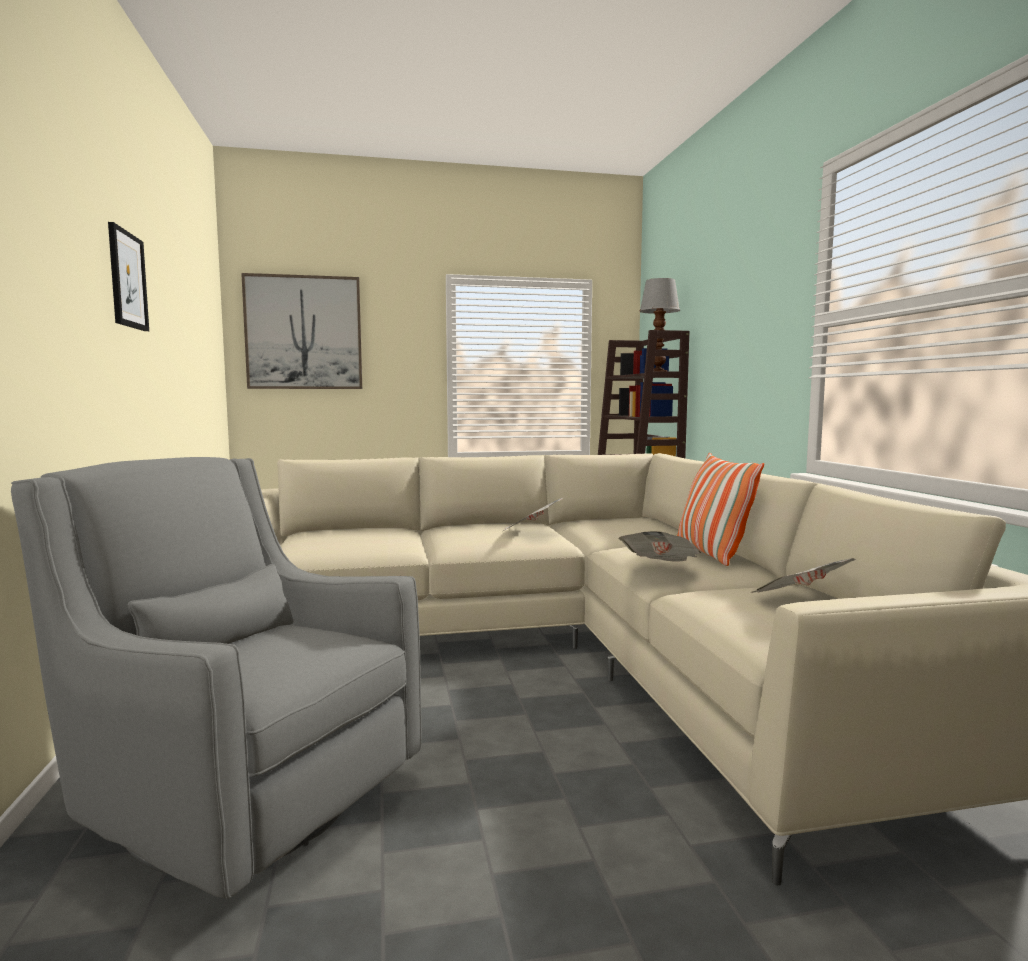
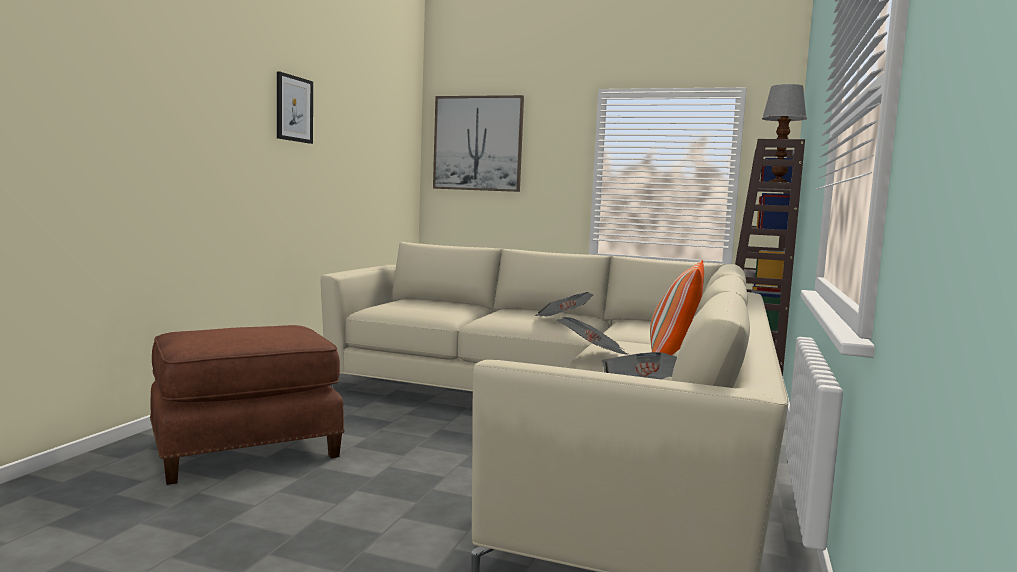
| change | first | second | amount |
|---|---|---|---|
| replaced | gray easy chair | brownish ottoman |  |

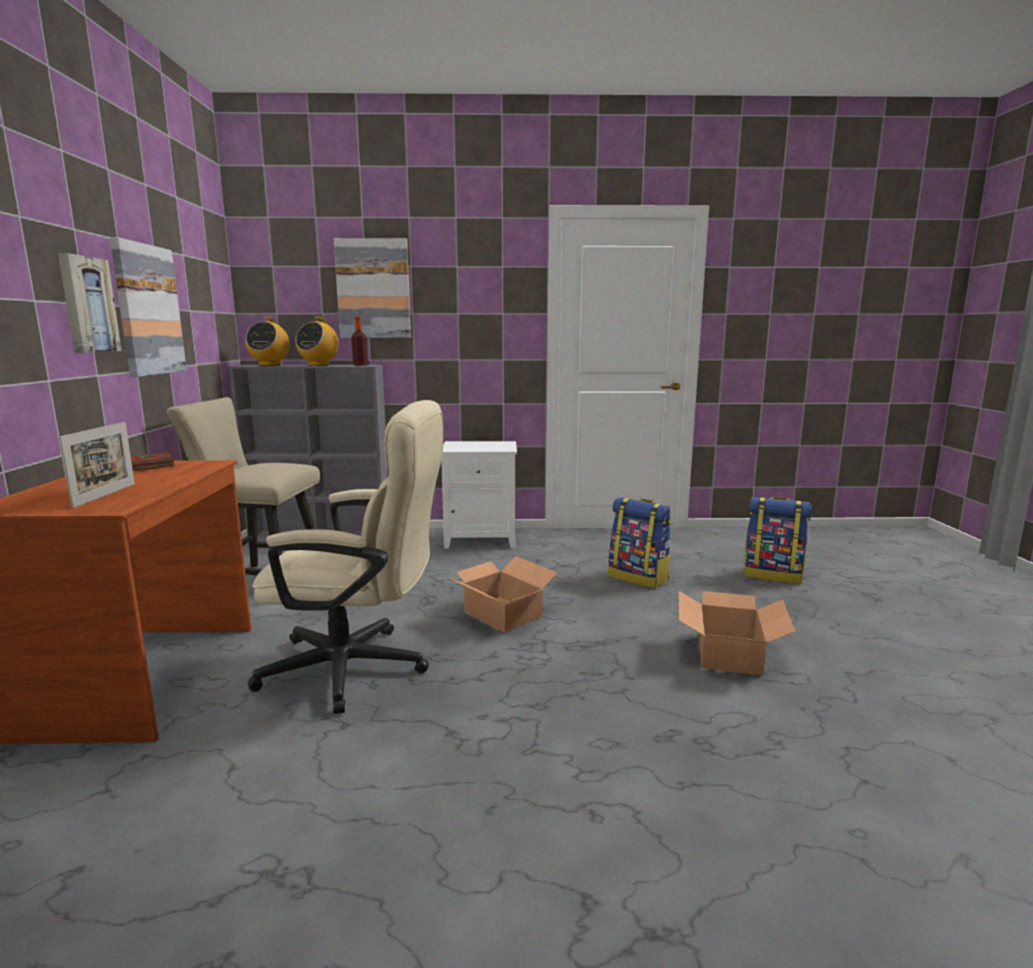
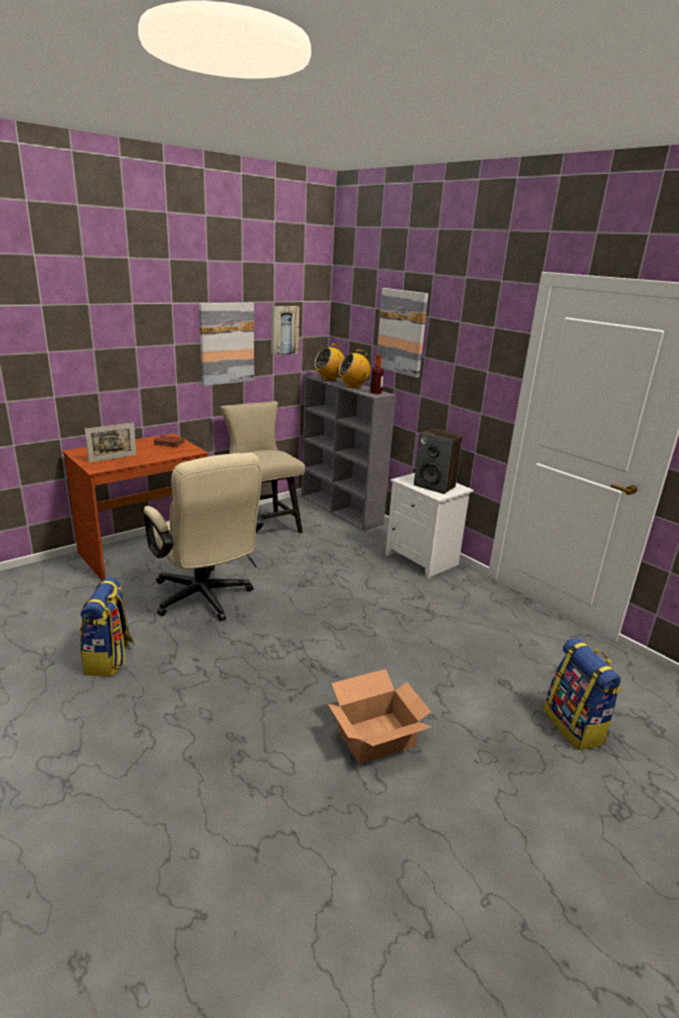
| change | first | second | amount |
|---|---|---|---|
| removed | cardboard box (1st from left) |  |  |
| added |  | speaker |  |
| moved | wall picture (1st from left in the first image) | wall picture (2nd from left) |  |
| moved | rucksack (1st from left) |  |  |

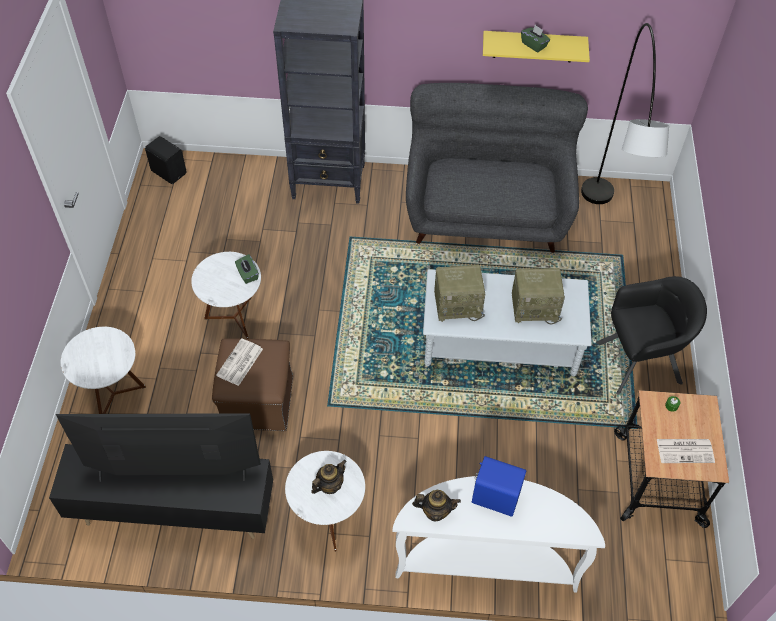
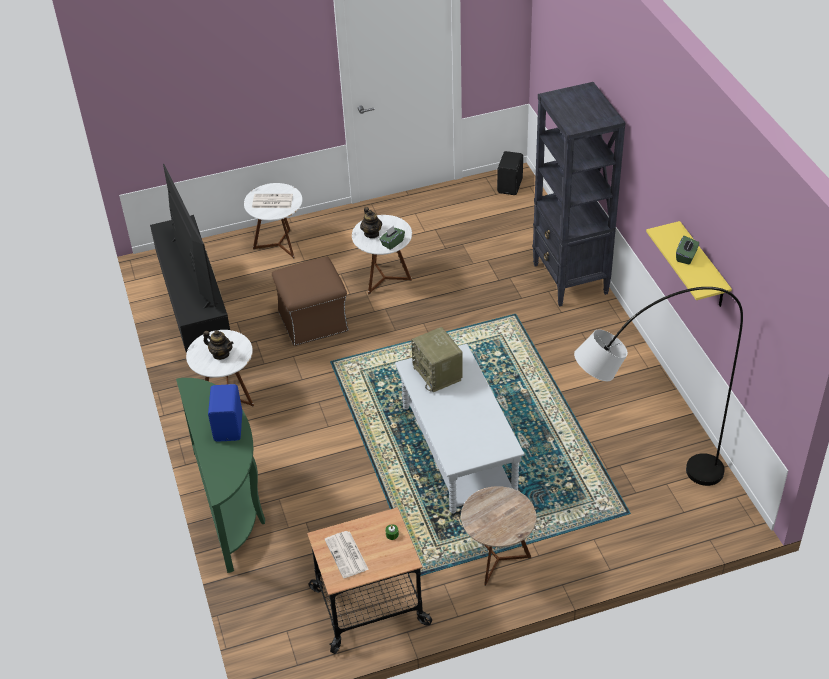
| change | first | second | amount |
|---|---|---|---|
| removed | gray sofa |  |  |
| removed | radio set (2nd from left) |  |  |
| moved | newspaper (1st from left) |  |  |
| moved | tea pot (2nd from left) |  |  |
| replaced | black easy chair | brownish accent table |  |
| recoloured | whitish console table | green-coloured console table |  |

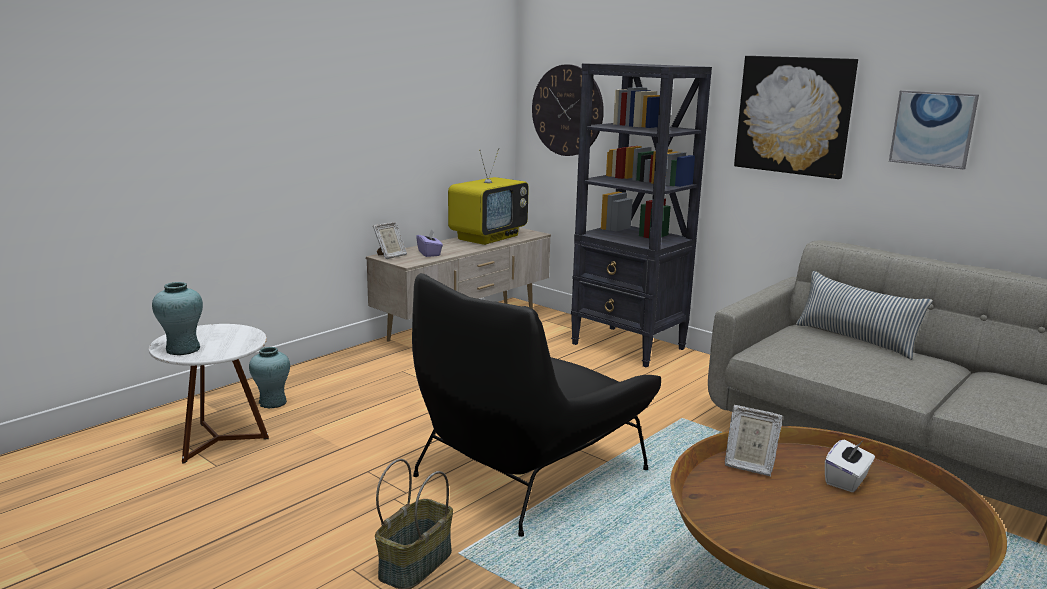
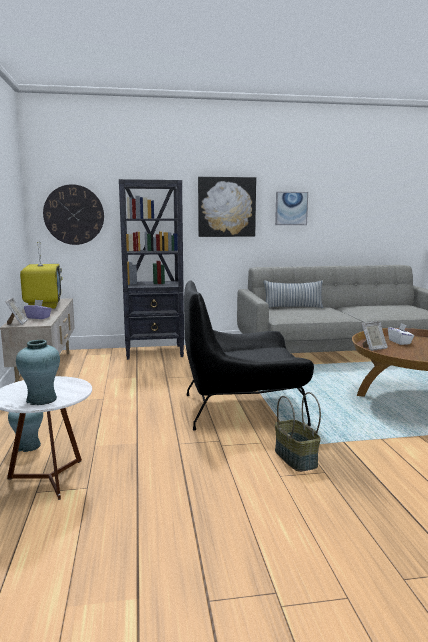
| change | first | second | amount |
|---|---|---|---|
| turned | black easy chair |  | 90 degrees clockwise |

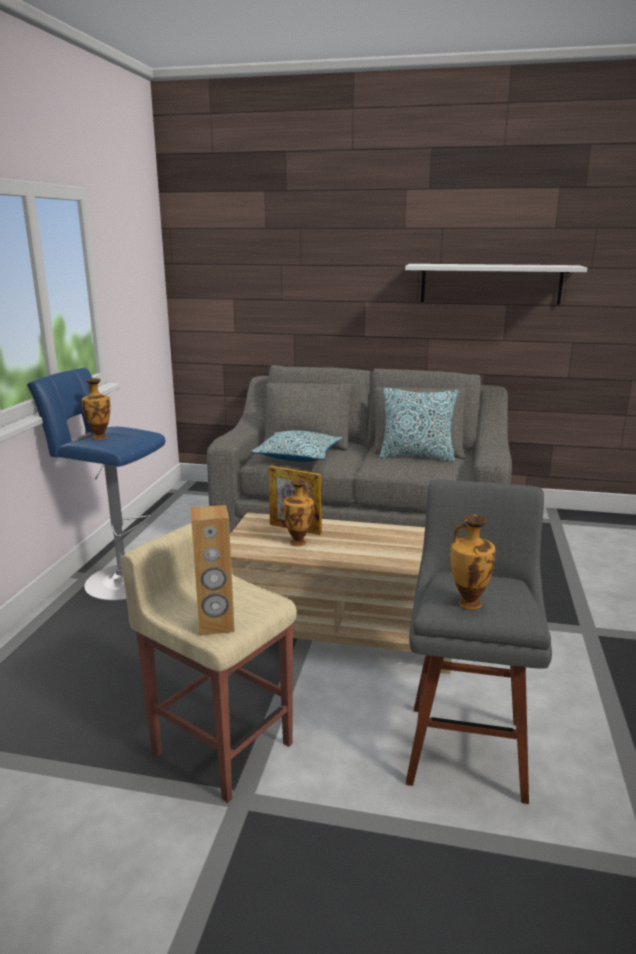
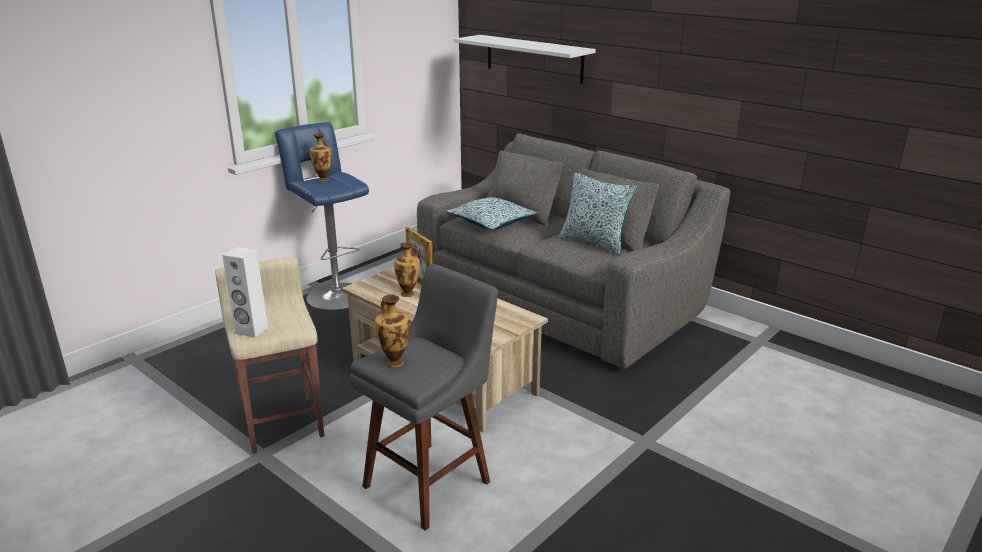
| change | first | second | amount |
|---|---|---|---|
| moved | whitish shelf |  |  |
| recoloured | brownish speaker | whitish speaker |  |

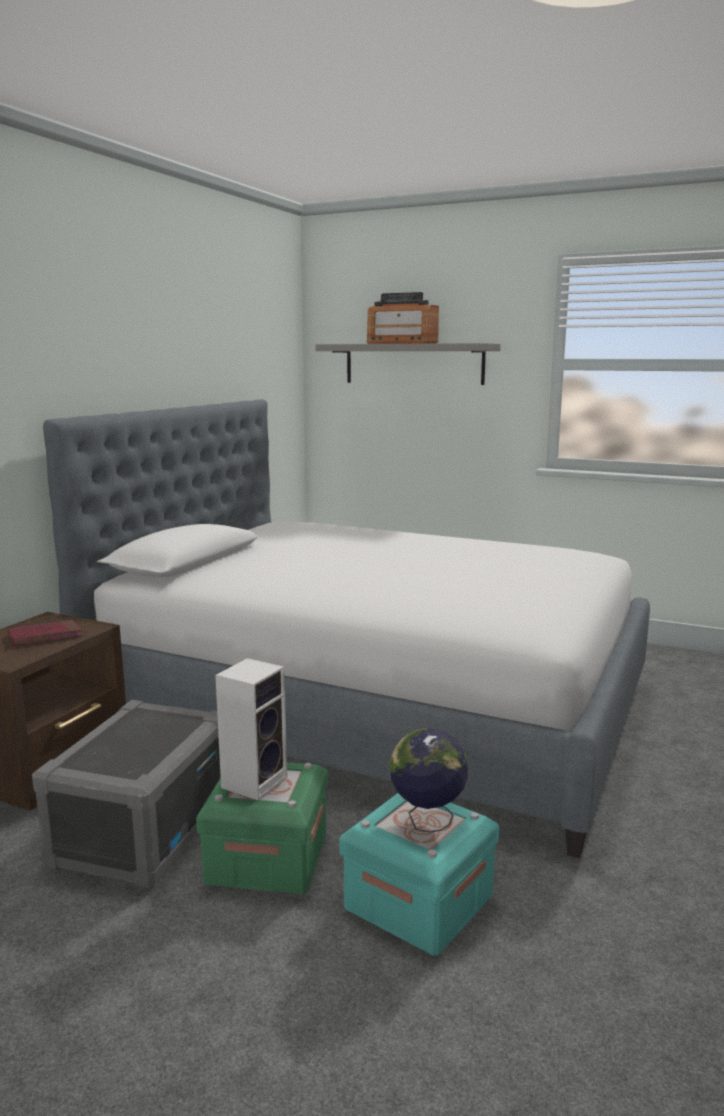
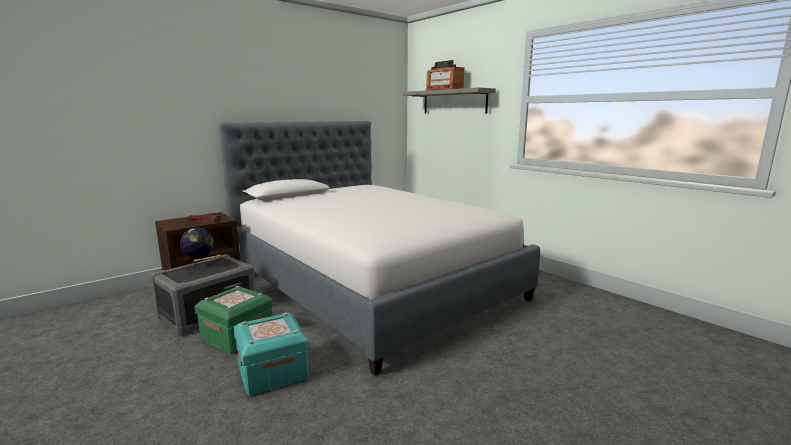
| change | first | second | amount |
|---|---|---|---|
| removed | speaker |  |  |
| moved | world globe |  |  |

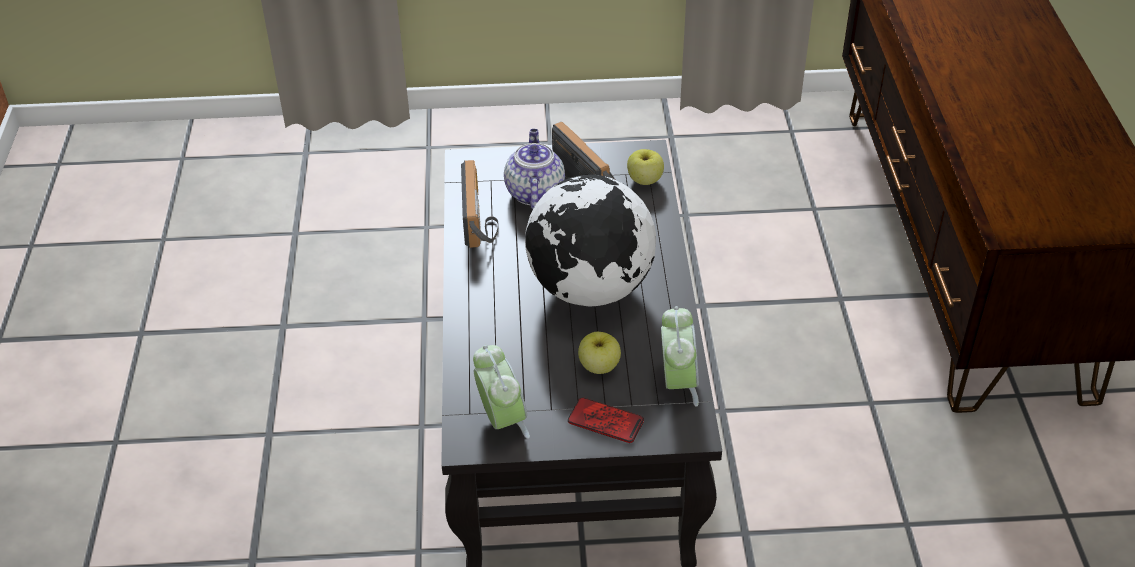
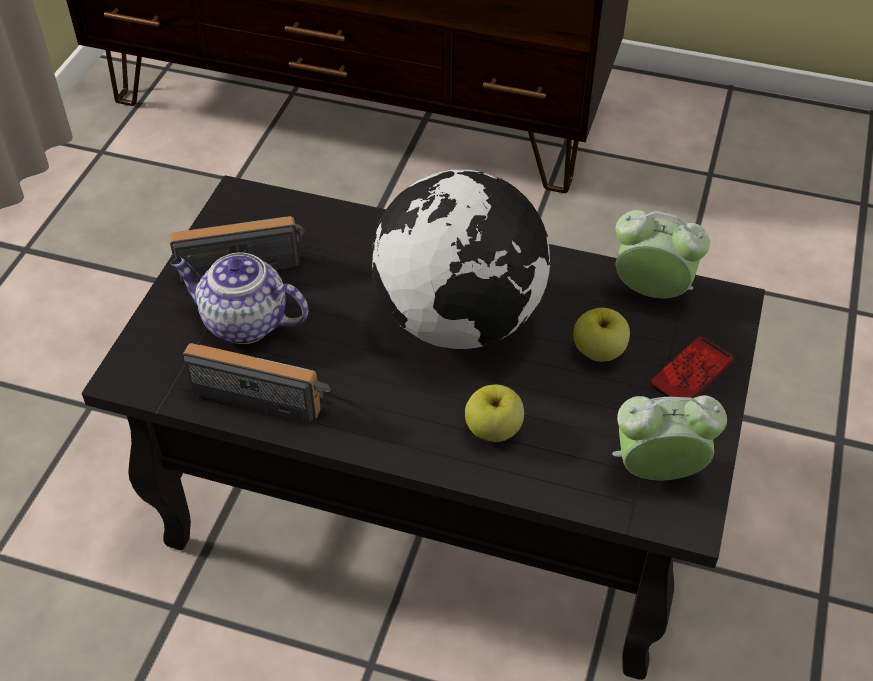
| change | first | second | amount |
|---|---|---|---|
| moved | apple fruit (2nd from left in the first image) | apple fruit (1st from left) |  |

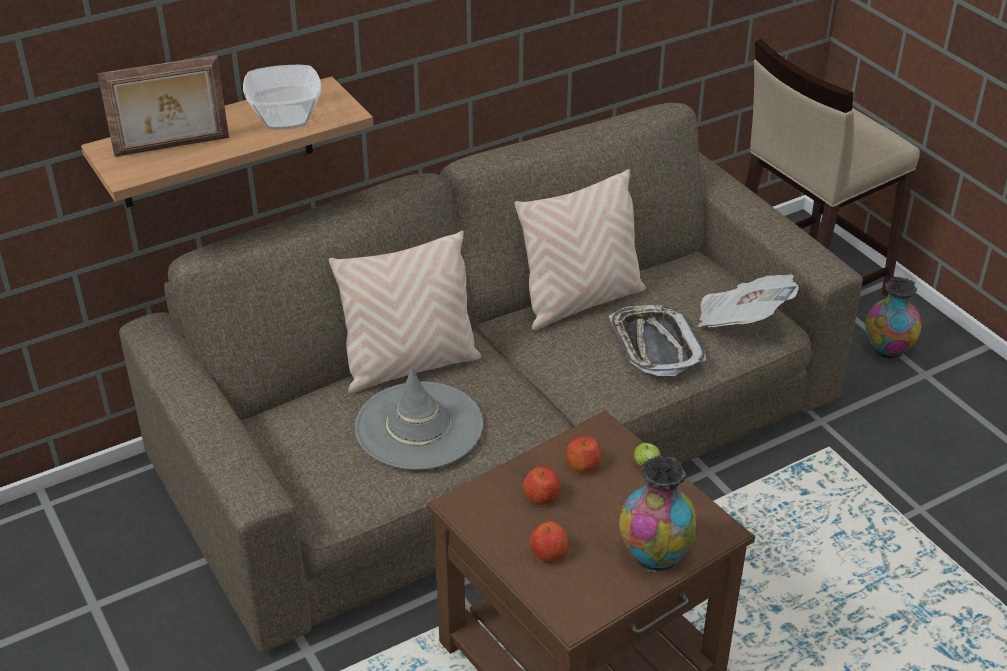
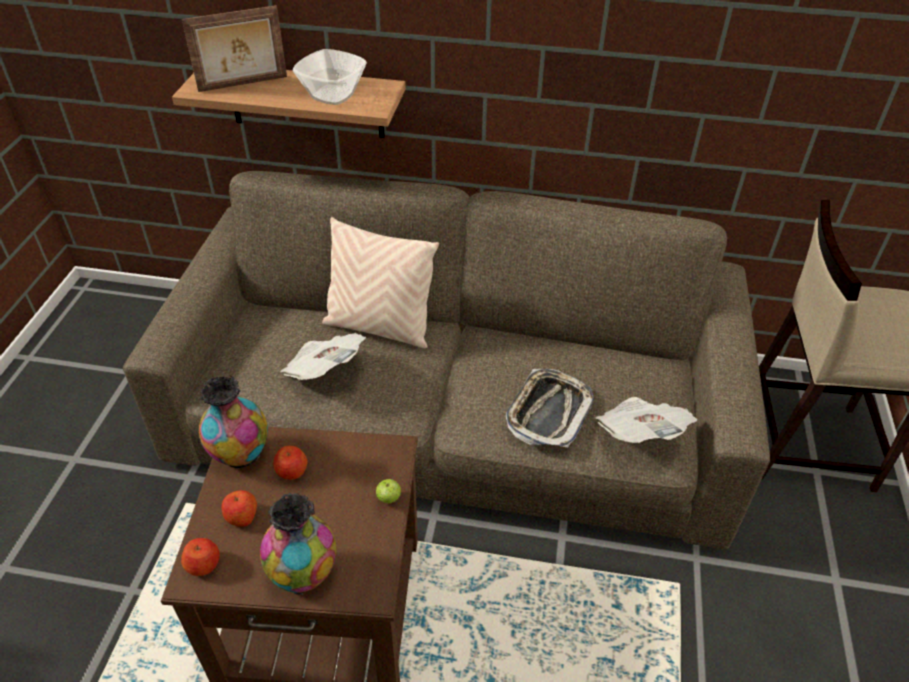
| change | first | second | amount |
|---|---|---|---|
| removed | sand-coloured pillow (2nd from left) |  |  |
| moved | apple fruit (3rd from left in the first image) | apple fruit (1st from left) |  |
| moved | decorative vase (2nd from left in the first image) | decorative vase (1st from left) |  |
| replaced | gray clothing hat | newspaper (1st from left) |  |
| turned | photo frame |  | 45 degrees counterclockwise |

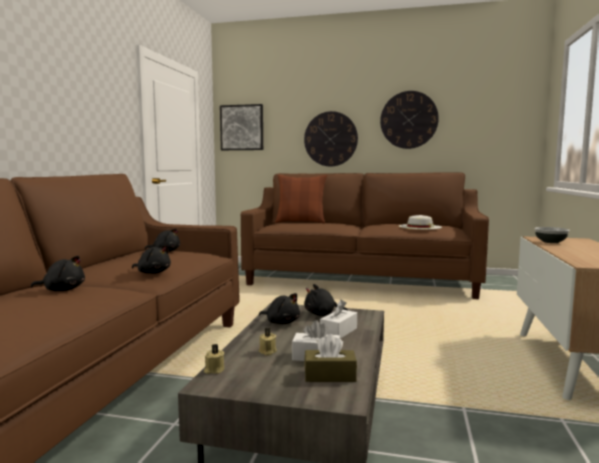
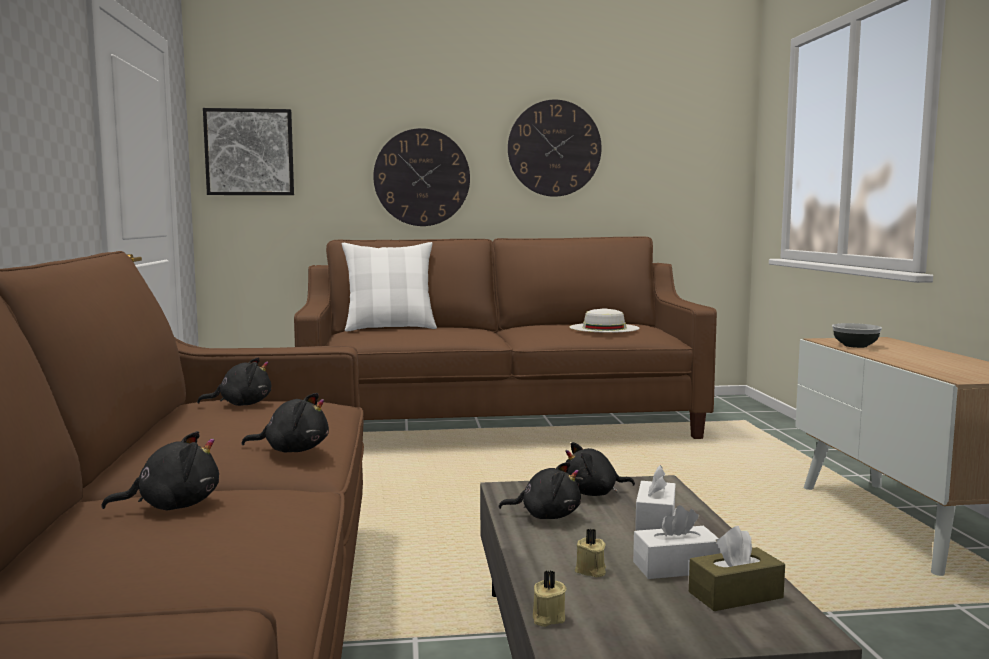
| change | first | second | amount |
|---|---|---|---|
| recoloured | brownish pillow | whitish pillow |  |

